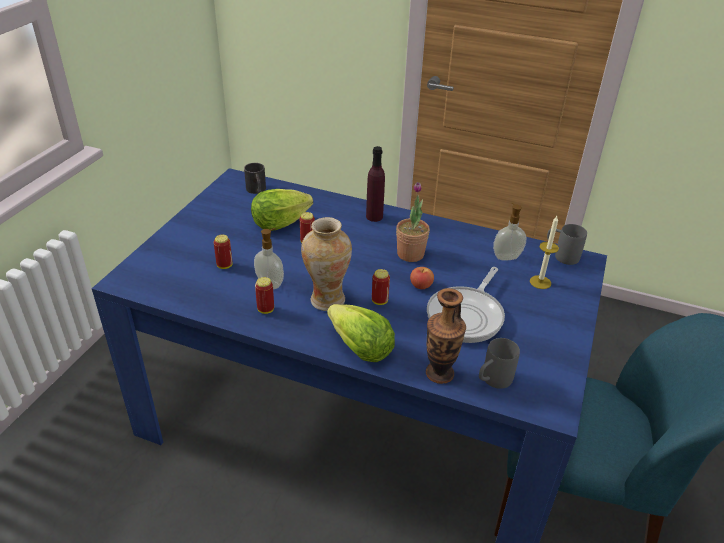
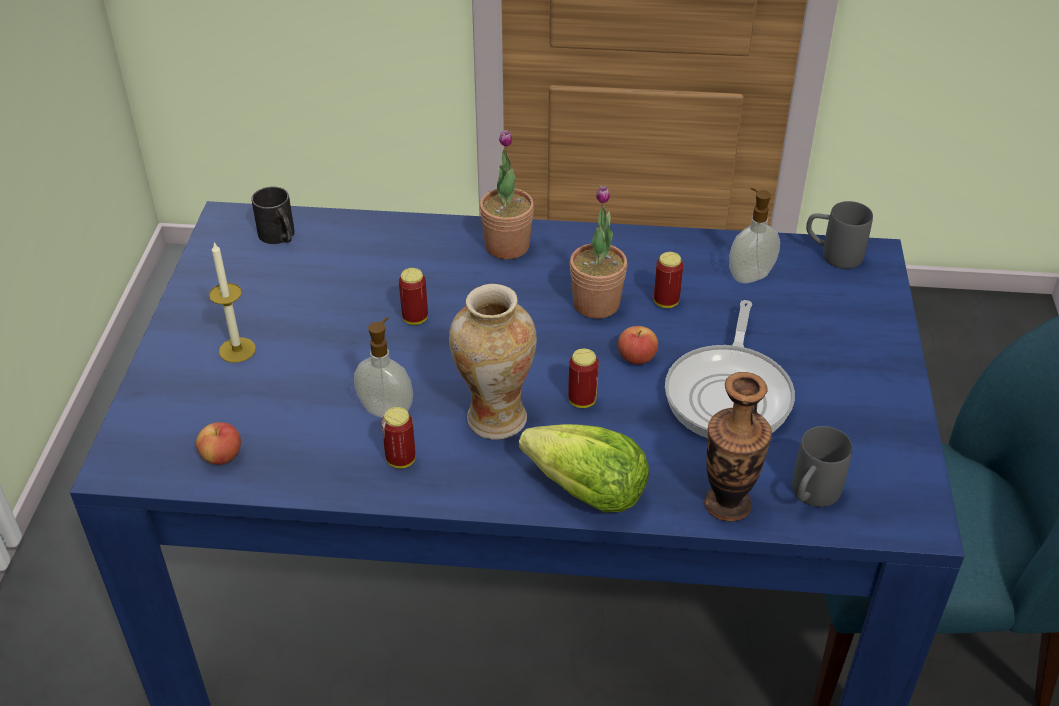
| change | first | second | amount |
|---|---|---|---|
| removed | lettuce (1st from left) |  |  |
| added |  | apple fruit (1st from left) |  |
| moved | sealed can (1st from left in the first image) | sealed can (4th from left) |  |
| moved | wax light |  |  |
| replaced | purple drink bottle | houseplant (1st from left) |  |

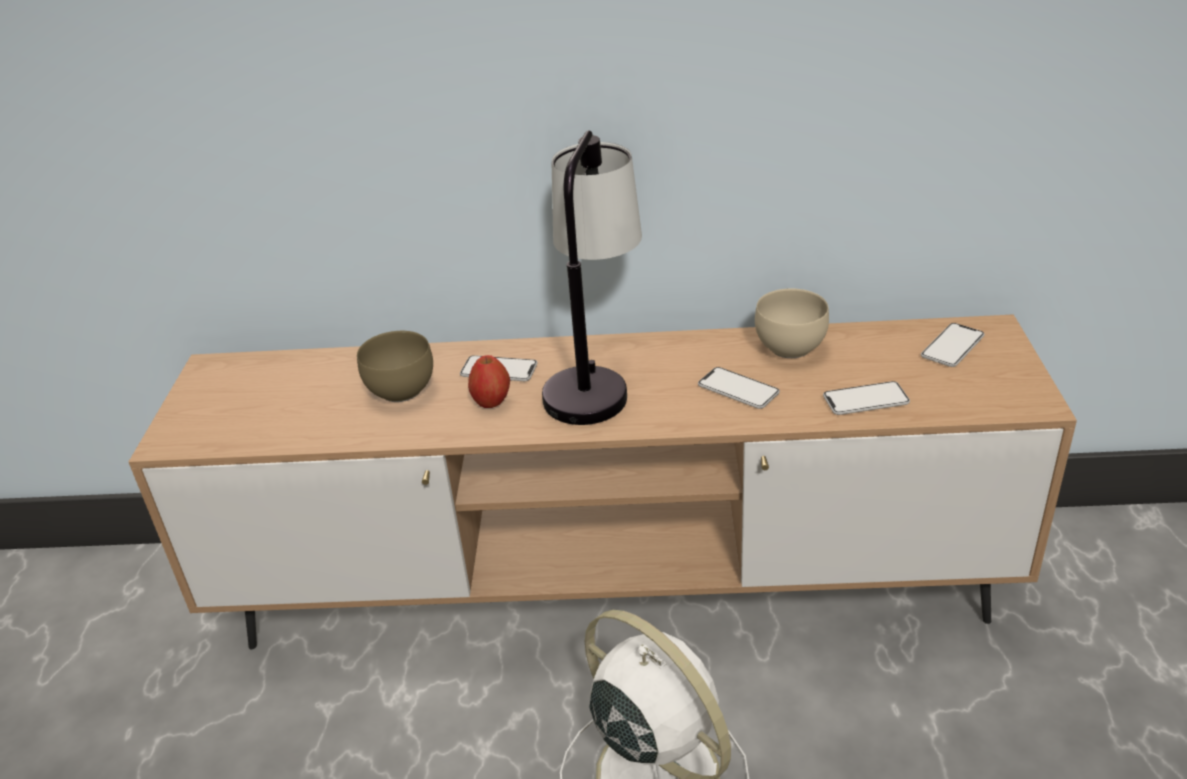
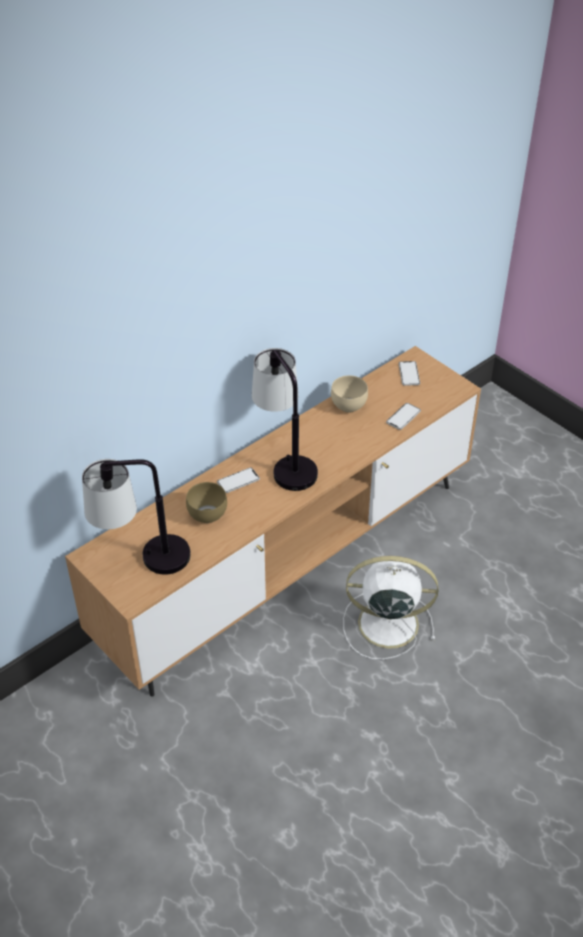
| change | first | second | amount |
|---|---|---|---|
| removed | apple fruit |  |  |
| removed | telephone (2nd from left) |  |  |
| added |  | tabletop lamp (1st from left) |  |

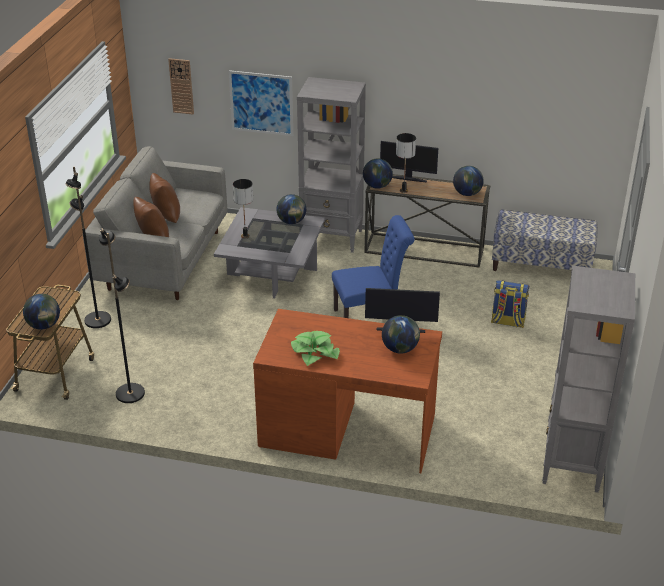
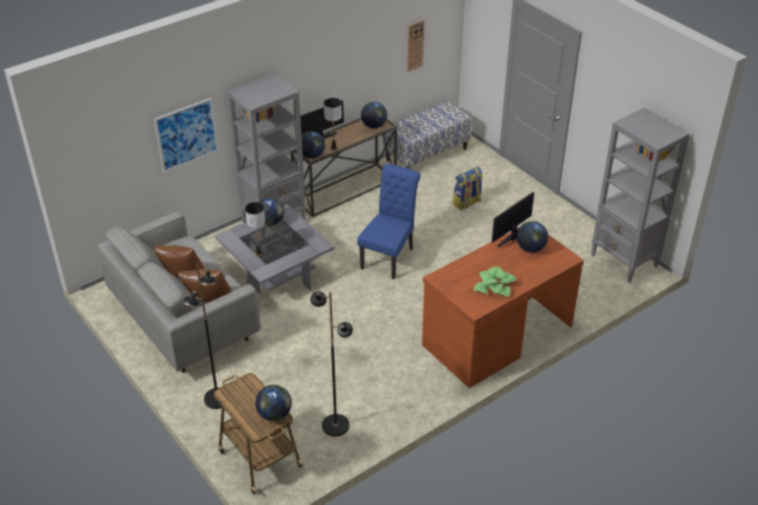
| change | first | second | amount |
|---|---|---|---|
| moved | clock on the wall |  |  |

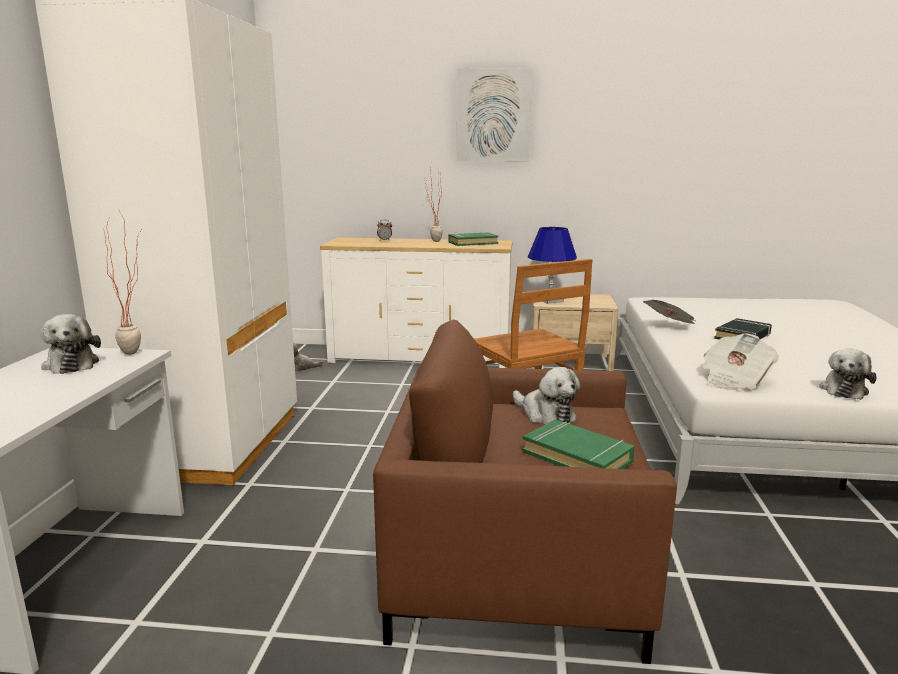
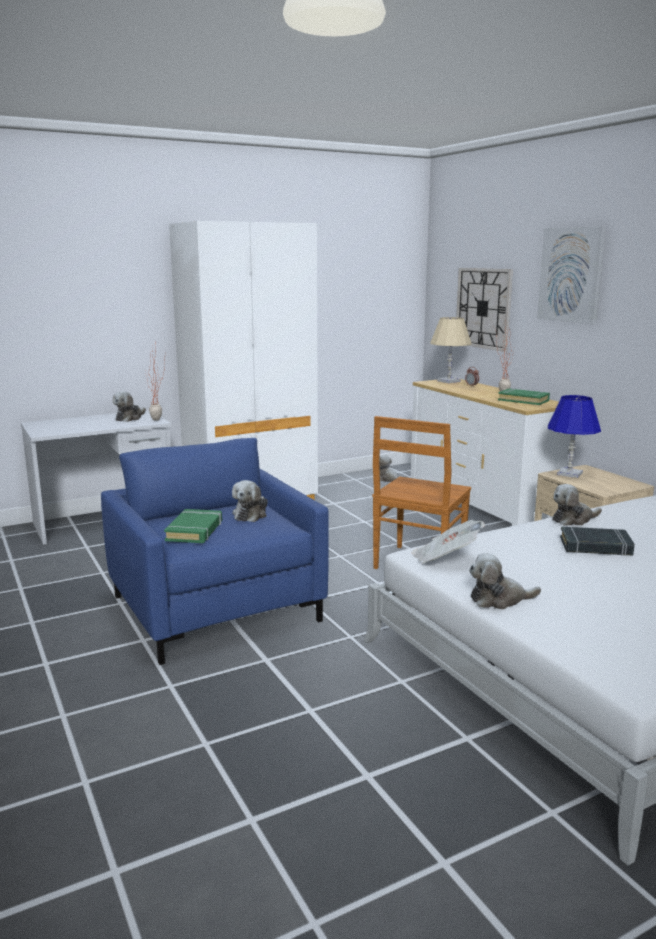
| change | first | second | amount |
|---|---|---|---|
| added |  | sand-coloured tabletop lamp |  |
| added |  | clock on the wall |  |
| replaced | newspaper (1st from left) | cuddly toy (5th from left) |  |
| recoloured | brownish easy chair | bluish easy chair |  |

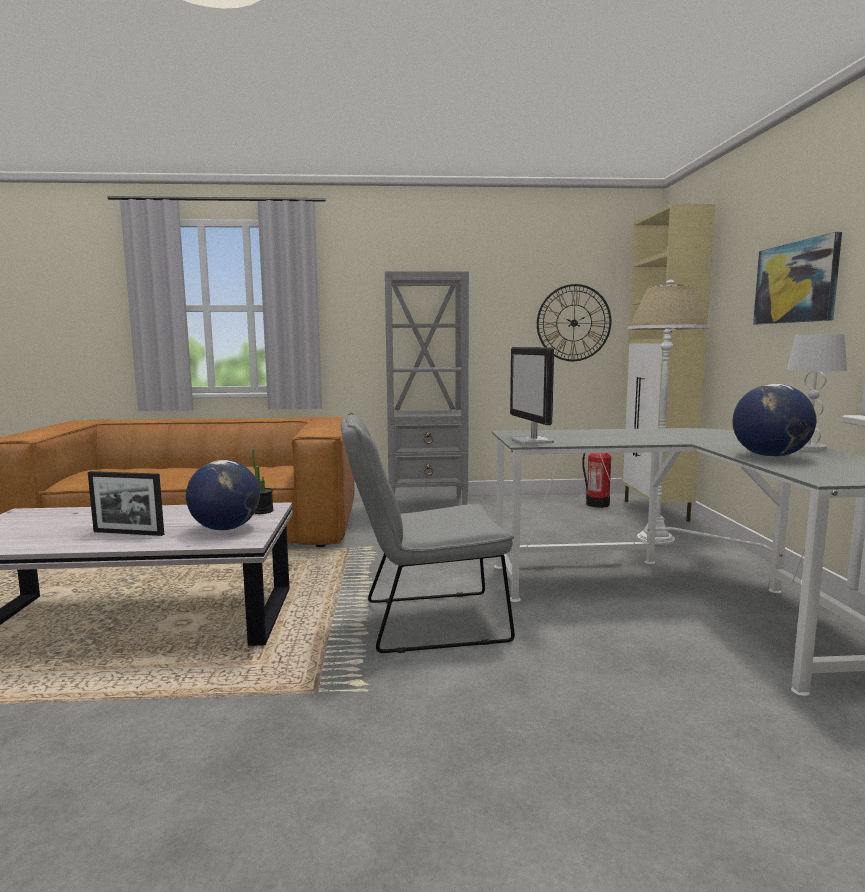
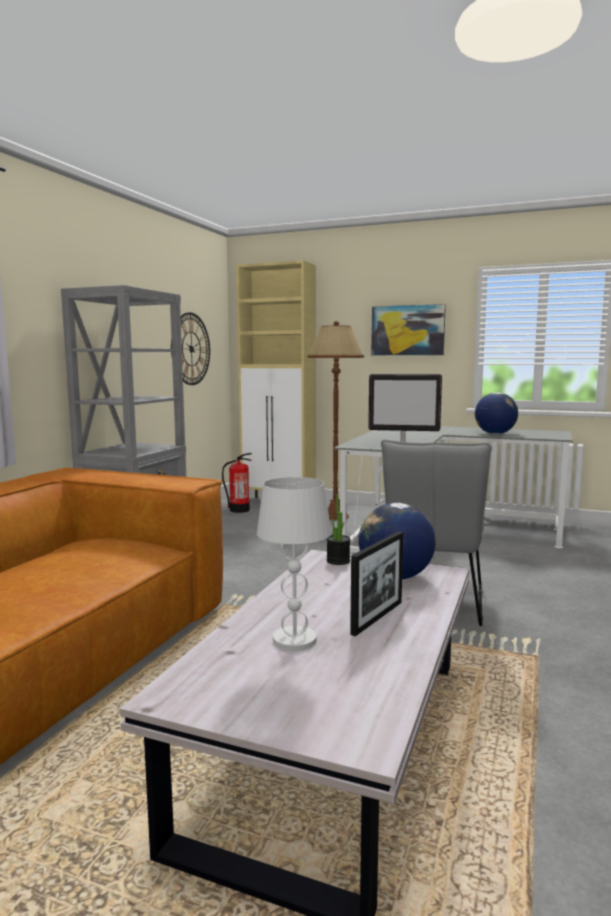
| change | first | second | amount |
|---|---|---|---|
| moved | whitish tabletop lamp |  |  |
| recoloured | whitish standard lamp | brownish standard lamp |  |

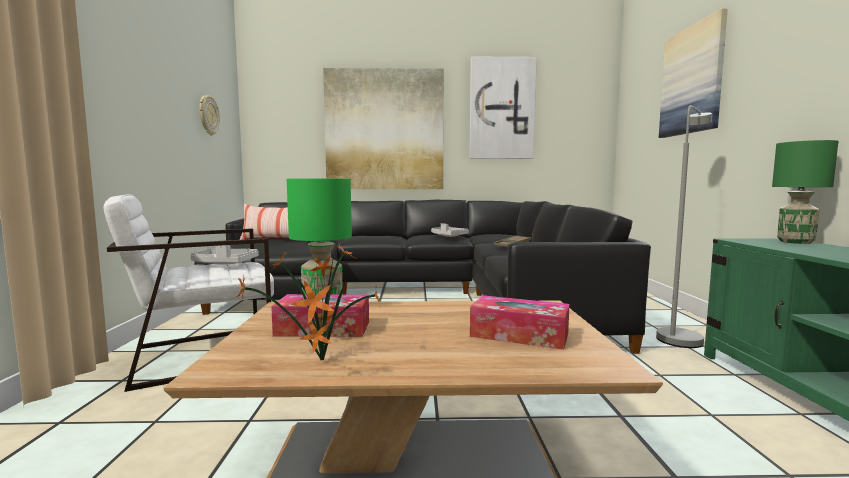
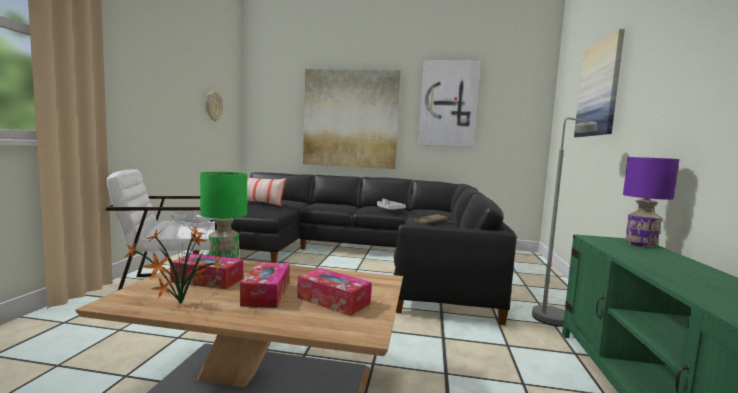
| change | first | second | amount |
|---|---|---|---|
| added |  | tissue box (2nd from left) |  |
| recoloured | green-coloured tabletop lamp (2nd from left) | purple tabletop lamp |  |

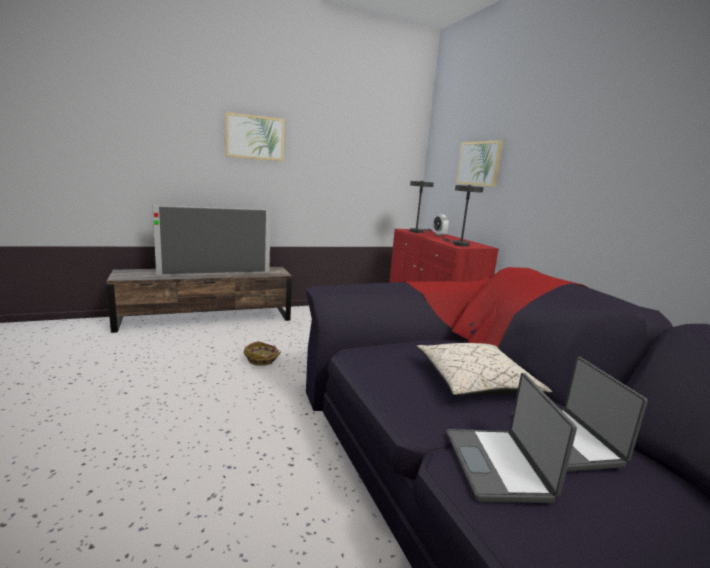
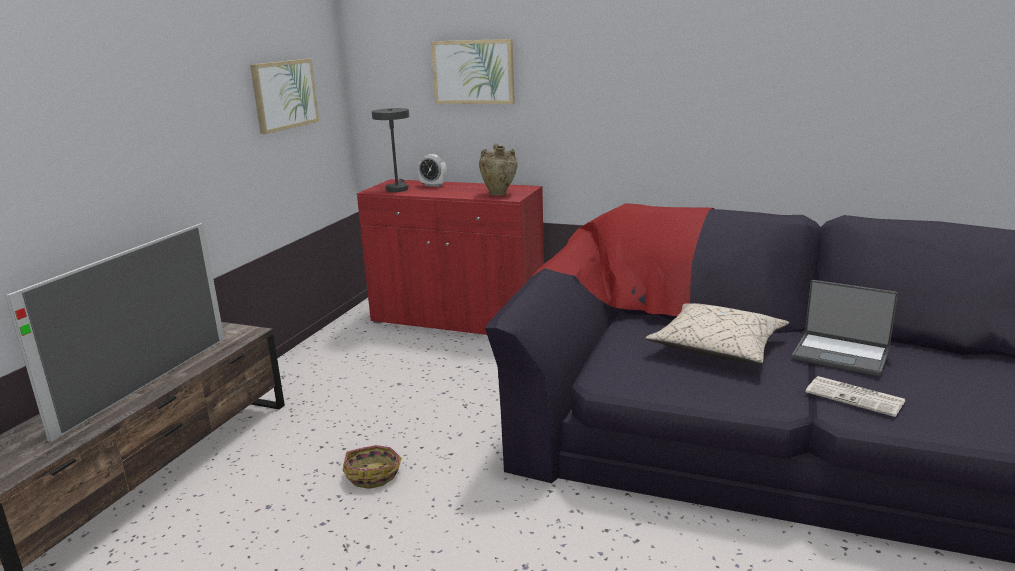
| change | first | second | amount |
|---|---|---|---|
| moved | wall picture (1st from left) |  |  |
| replaced | gray tabletop lamp (2nd from left) | sand-coloured decorative vase |  |
| replaced | laptop (1st from left) | newspaper |  |

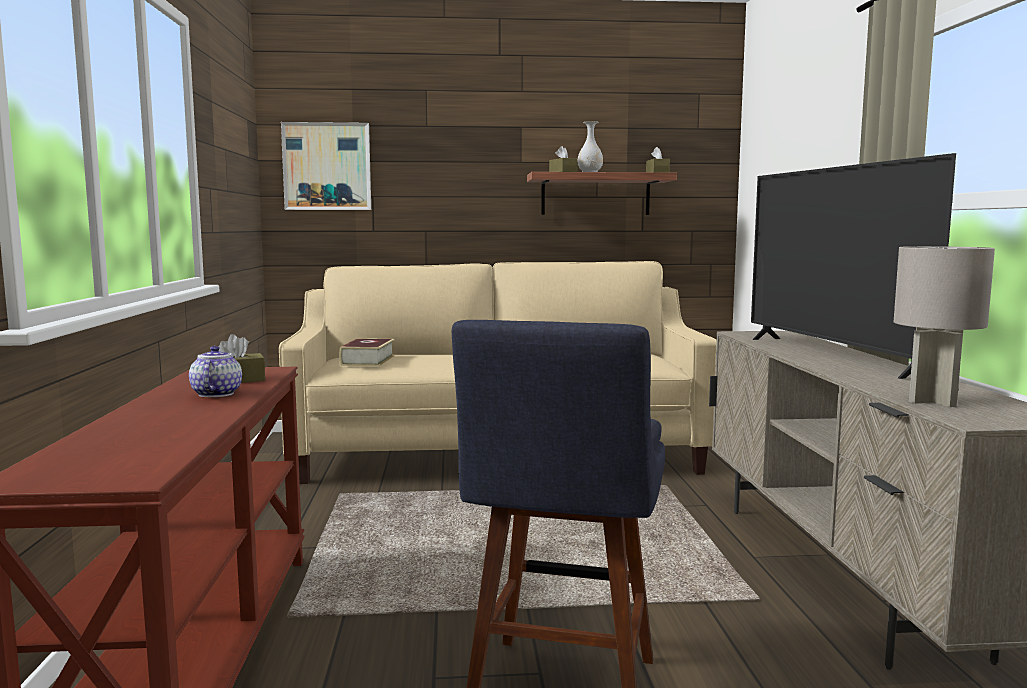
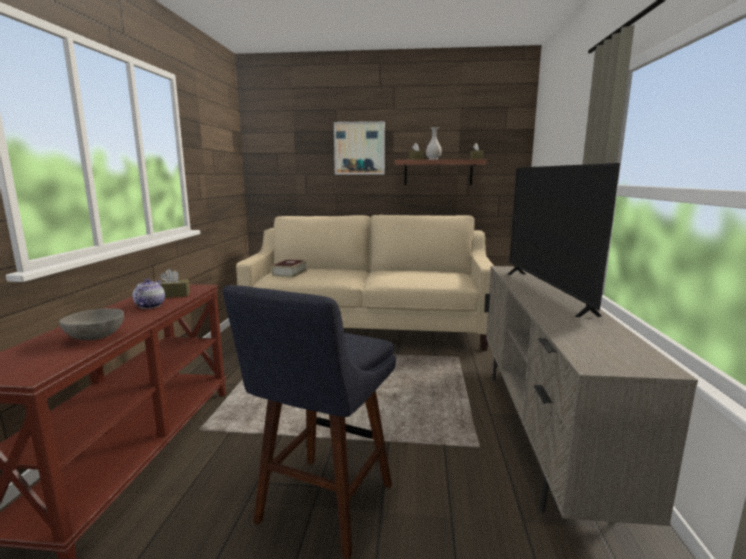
| change | first | second | amount |
|---|---|---|---|
| removed | gray tabletop lamp |  |  |
| added |  | gray deep dish |  |
| moved | wall picture |  |  |

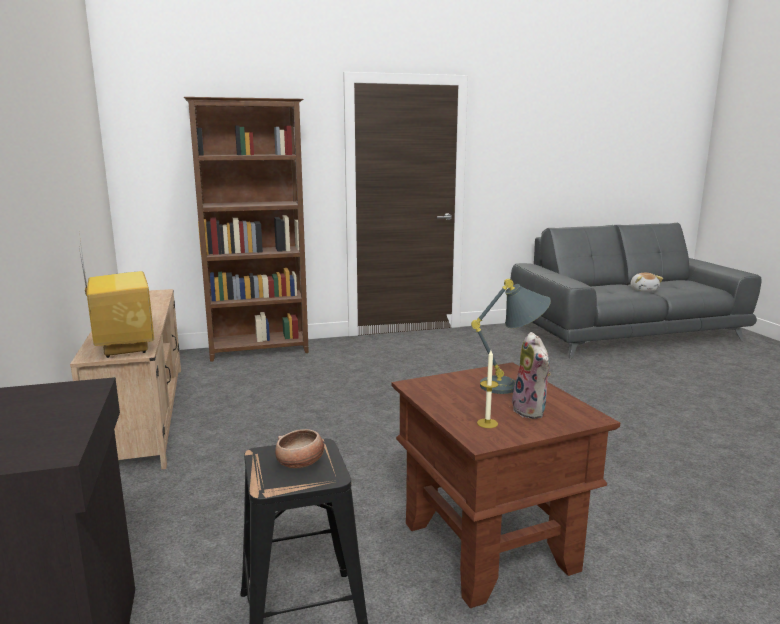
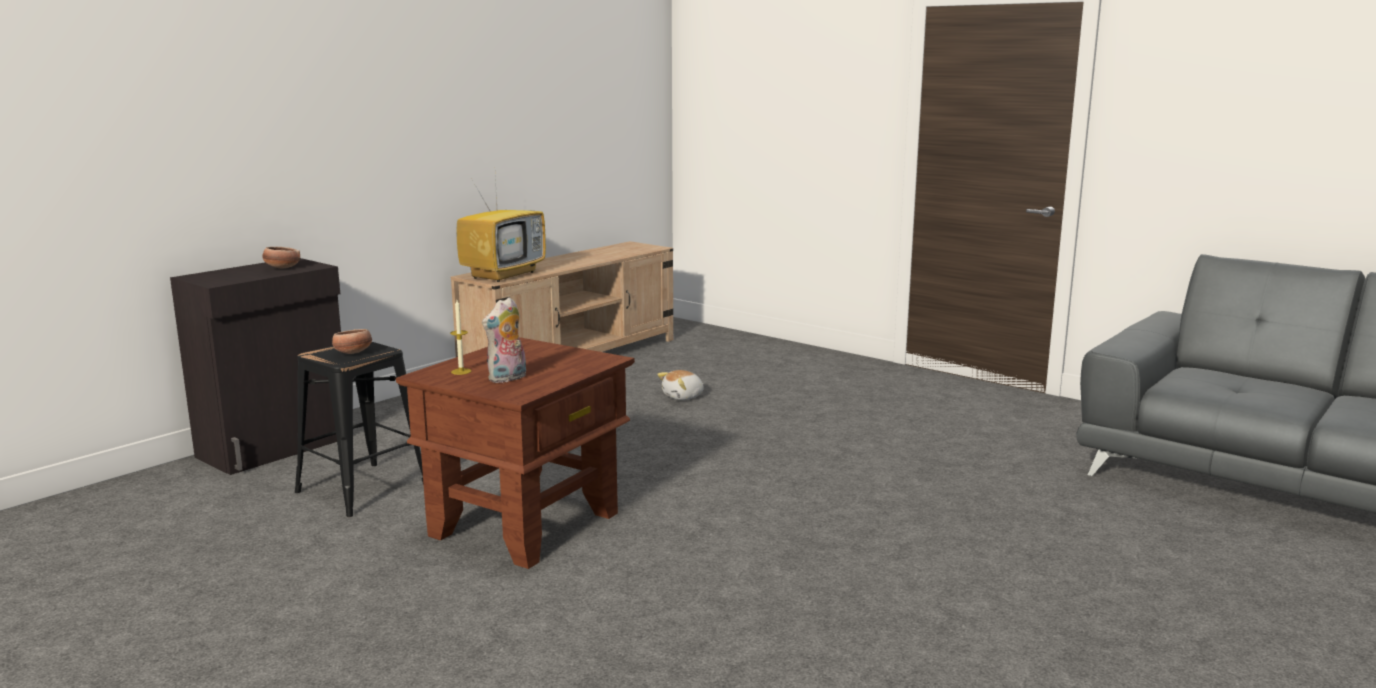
| change | first | second | amount |
|---|---|---|---|
| removed | brownish bookshelf |  |  |
| removed | gray tabletop lamp |  |  |
| added |  | deep dish (1st from left) |  |
| moved | cuddly toy (2nd from left) |  |  |

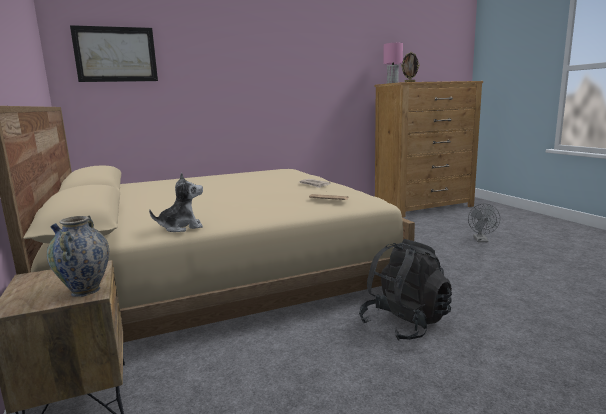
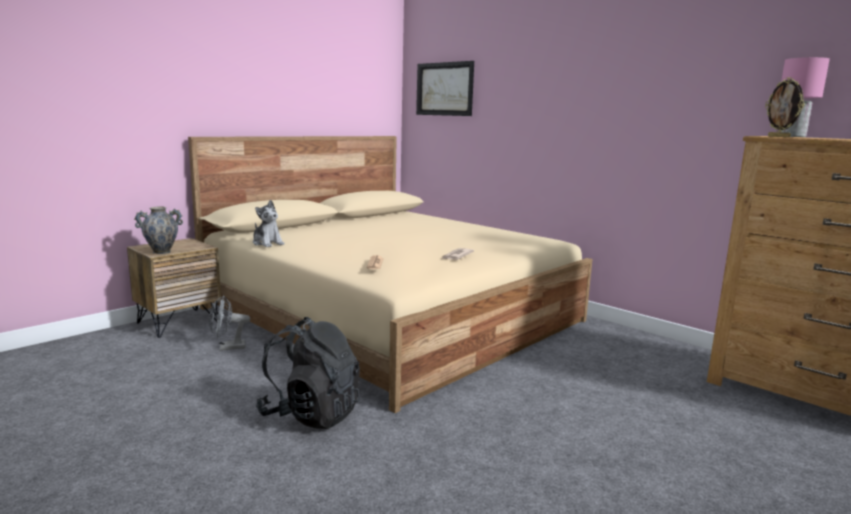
| change | first | second | amount |
|---|---|---|---|
| moved | gray cooling fan |  |  |

